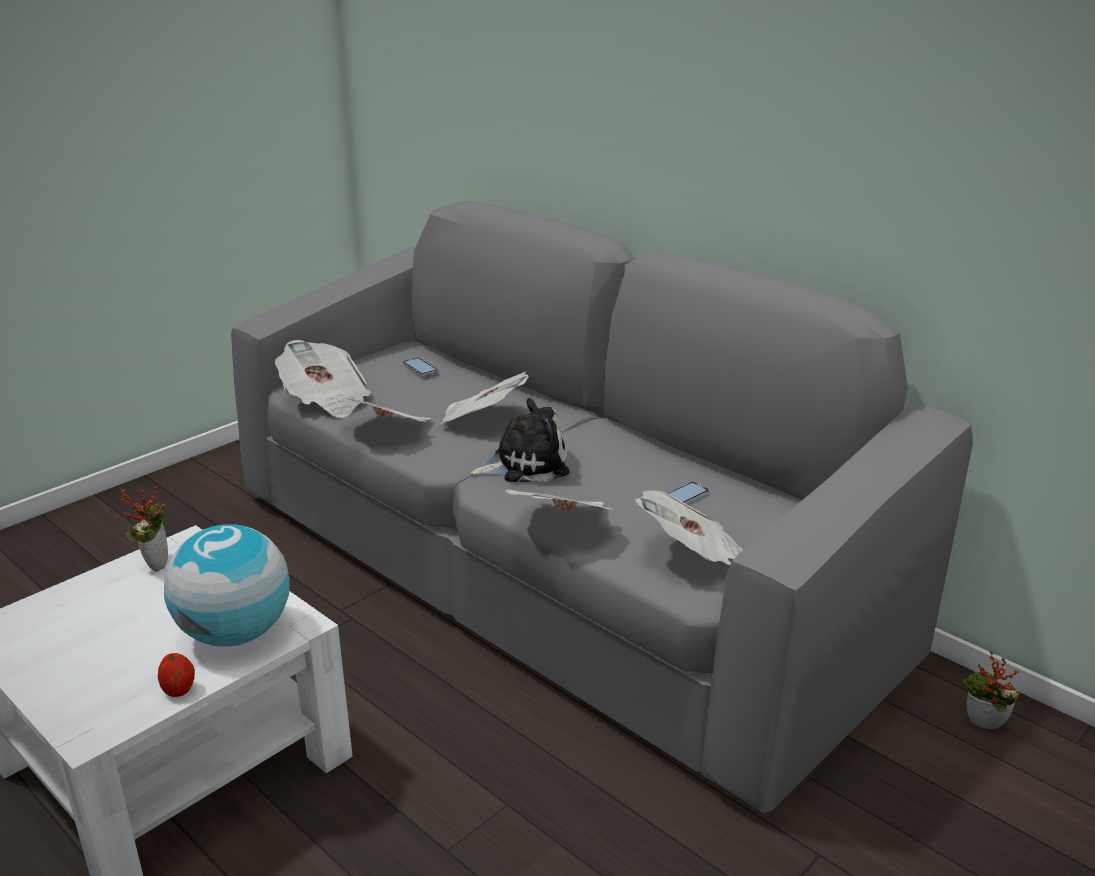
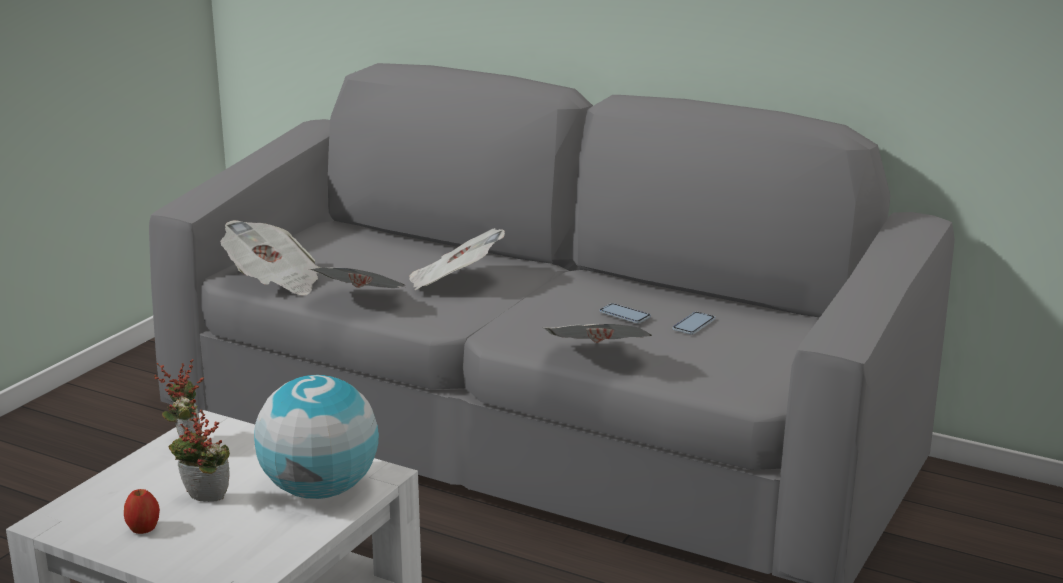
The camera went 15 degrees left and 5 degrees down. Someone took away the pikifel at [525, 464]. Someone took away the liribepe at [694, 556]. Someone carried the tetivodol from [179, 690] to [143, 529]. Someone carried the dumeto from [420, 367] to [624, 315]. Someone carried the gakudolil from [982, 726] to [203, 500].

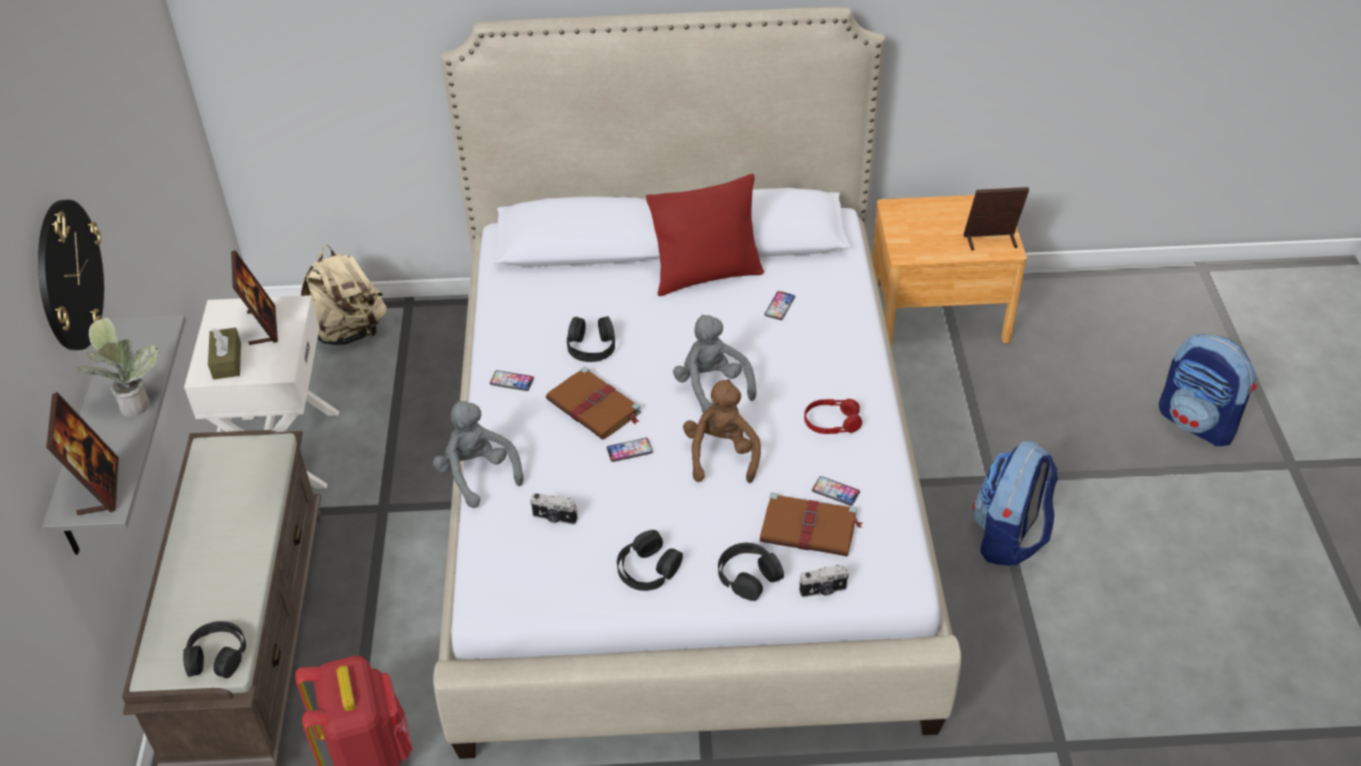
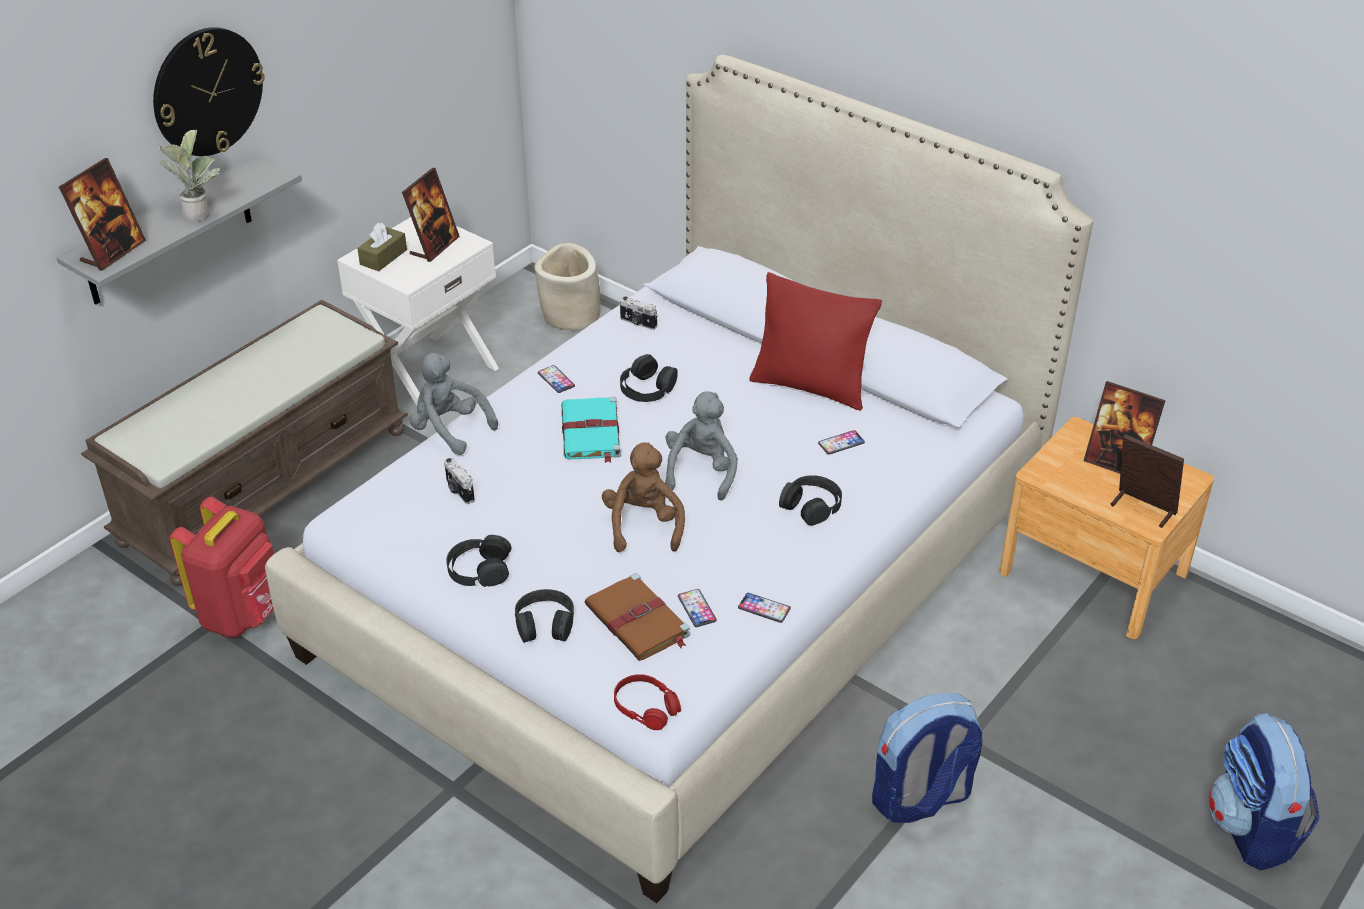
The camera went 40 degrees right and 5 degrees down. Someone put down the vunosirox at [1116, 463]. Someone carried the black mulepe from [217, 656] to [811, 506]. Someone carried the dumeto from [629, 450] to [764, 608]. Someone carried the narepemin from [823, 591] to [638, 323]. Someone carried the red mulepe from [832, 423] to [646, 708]. Someone swapped the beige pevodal at [348, 332] for the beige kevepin at [570, 315]. Someone repainted the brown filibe at [595, 407], which became the turquoise filibe at [591, 433]. Someone rotated the grey pikifel at [477, 474] by 60 degrees counterclockwise. Someone rotated the brown pikifel at [722, 454] by 45 degrees counterclockwise.

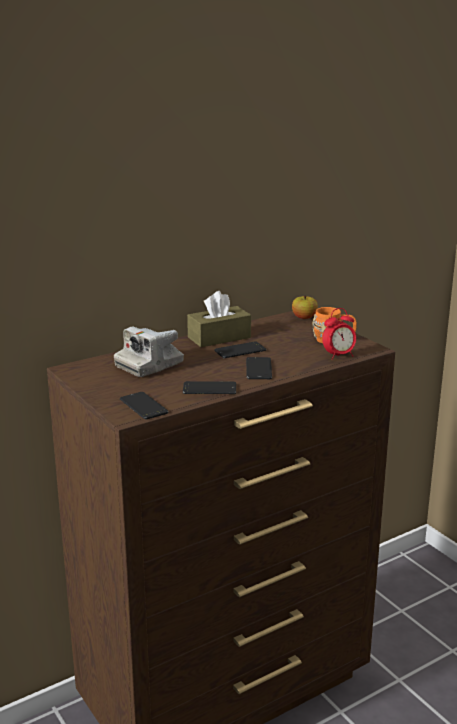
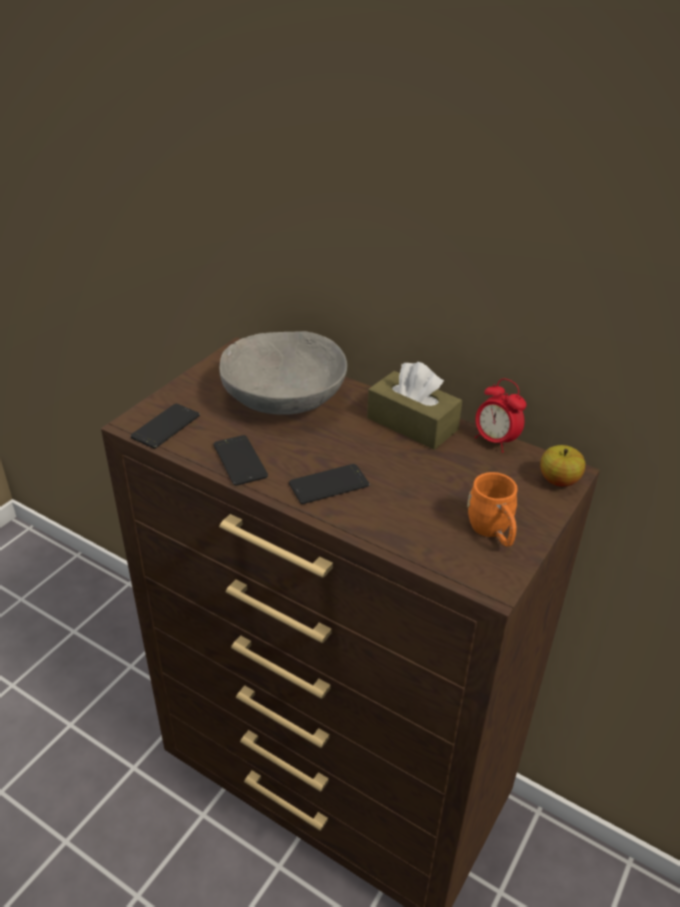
The camera went 65 degrees right and 15 degrees up. Someone took away the dumeto at [240, 351]. Someone carried the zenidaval from [338, 356] to [495, 441]. Someone swapped the narepemin at [149, 365] for the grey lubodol at [284, 397].

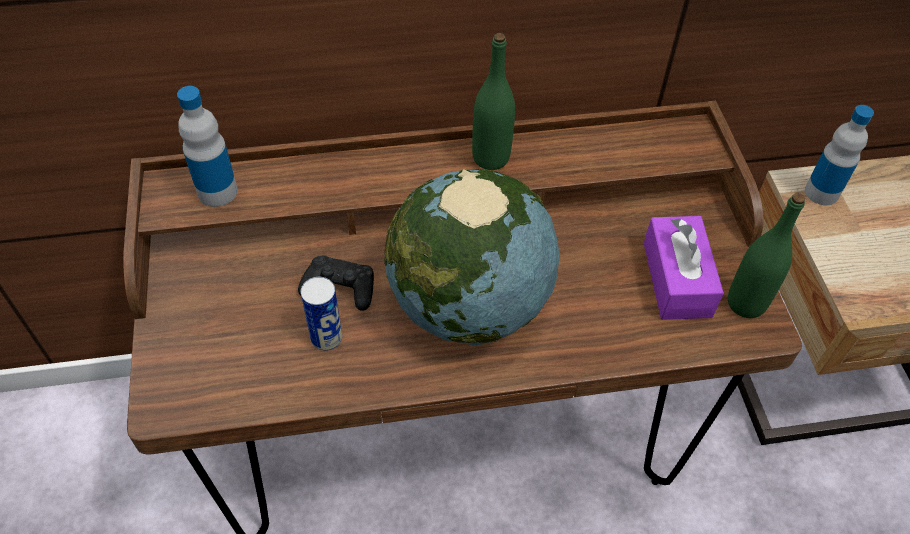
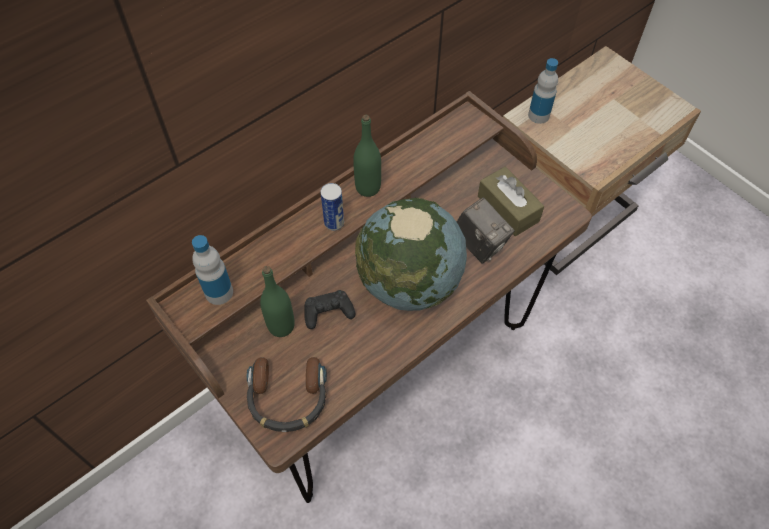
The camera went 30 degrees left and 5 degrees up. Someone put down the mulepe at [287, 398]. Someone put down the narepemin at [479, 244]. Someone carried the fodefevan from [326, 338] to [334, 223]. Someone carried the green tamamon from [746, 303] to [281, 326]. Someone repainted the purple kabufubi at [676, 279], which became the brown kabufubi at [508, 209].

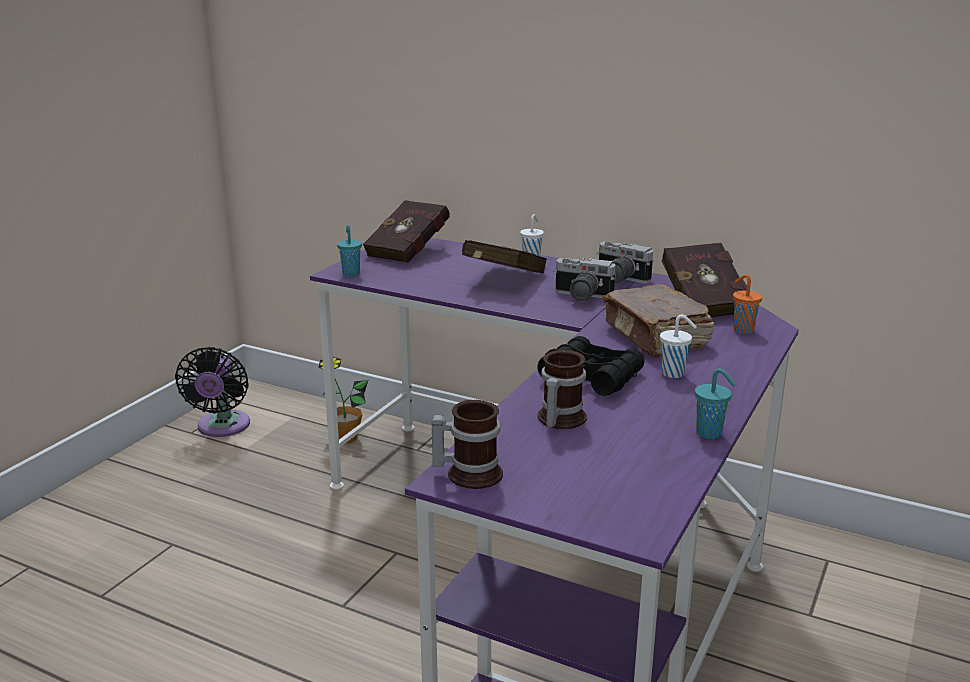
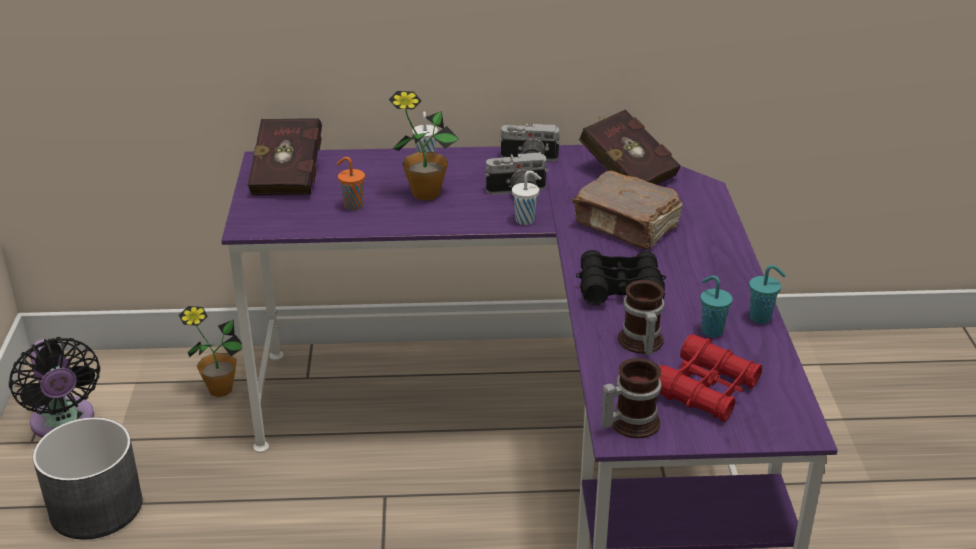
The camera went 30 degrees left and 10 degrees up. Someone put down the grey kevepin at [97, 507]. Someone put down the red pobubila at [706, 389]. Someone carried the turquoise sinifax from [351, 273] to [711, 330]. Someone carried the white sinifax from [674, 374] to [526, 220]. Someone carried the orange sinifax from [742, 329] to [352, 206]. Someone swapped the red filibe at [502, 281] for the gakudolil at [425, 194].

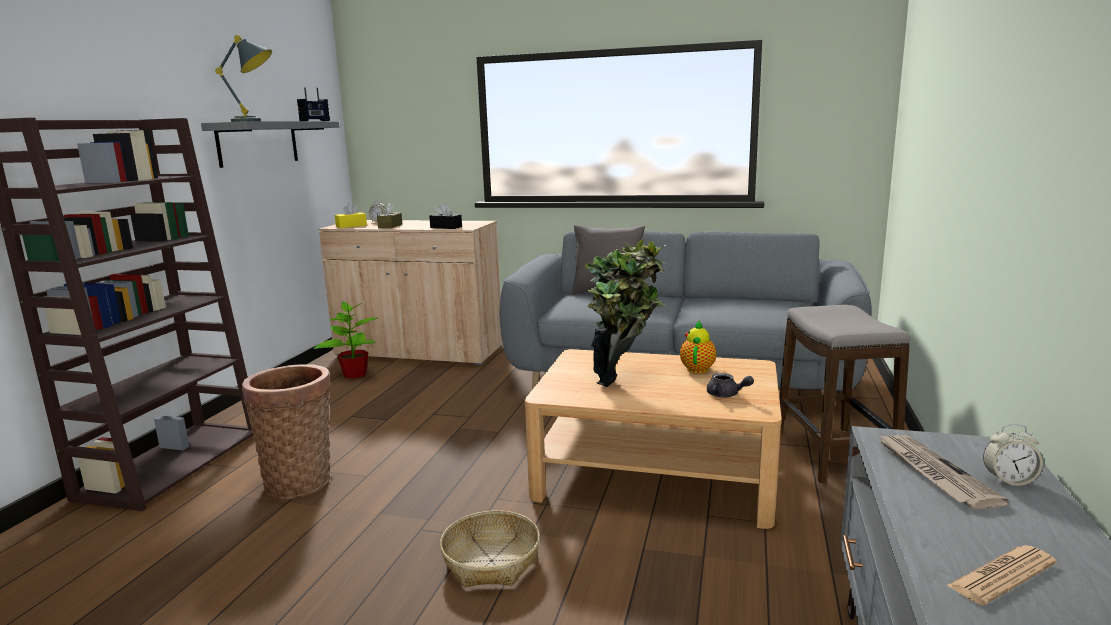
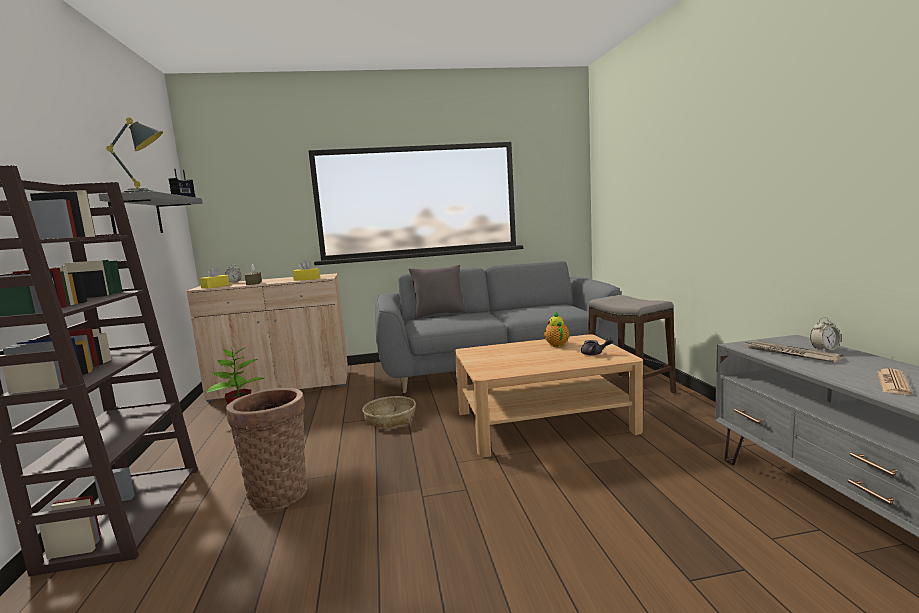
The camera went 25 degrees left and 5 degrees down. Someone took away the gakudolil at [624, 378]. Someone carried the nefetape from [491, 561] to [390, 419]. Someone repainted the black kabufubi at [446, 227], which became the yellow kabufubi at [306, 279].

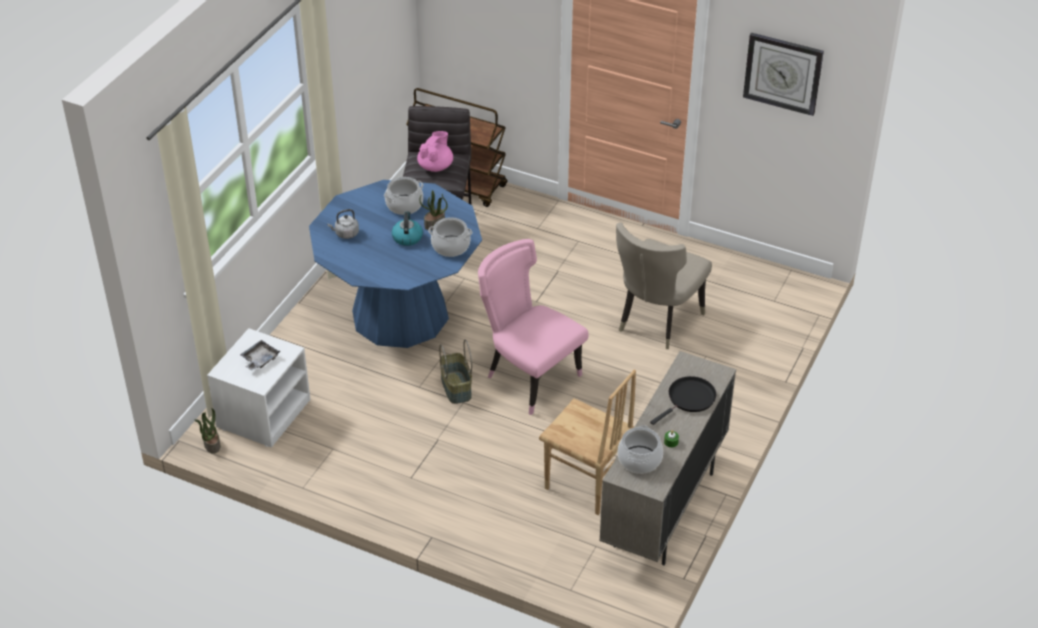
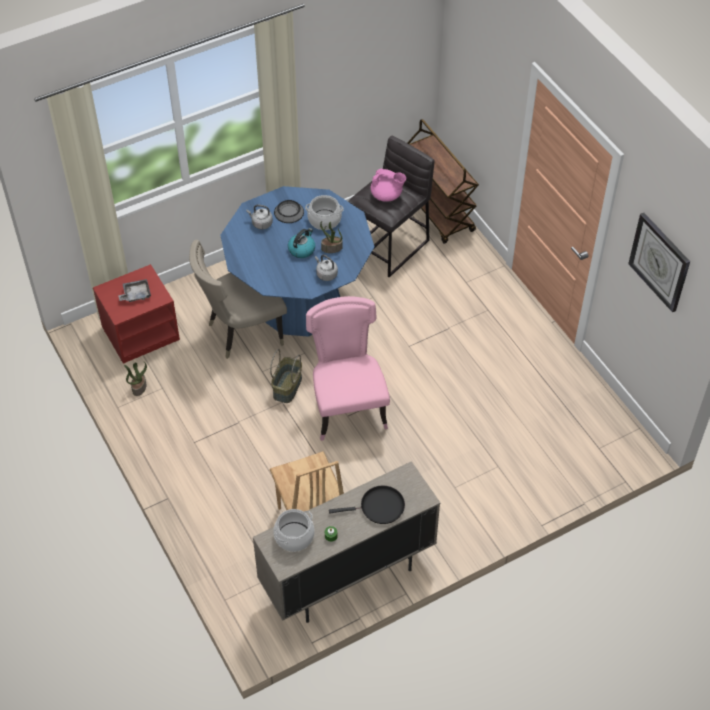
The camera went 35 degrees right and 10 degrees up. Someone put down the lubodol at [289, 212]. Someone carried the gakudolil from [211, 444] to [139, 387]. Someone carried the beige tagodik from [656, 322] to [242, 332]. Someone swapped the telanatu at [450, 246] for the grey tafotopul at [326, 274]. Someone repainted the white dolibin at [263, 413], which became the red dolibin at [141, 333]. Someone rotated the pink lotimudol at [436, 166] by 45 degrees clockwise.

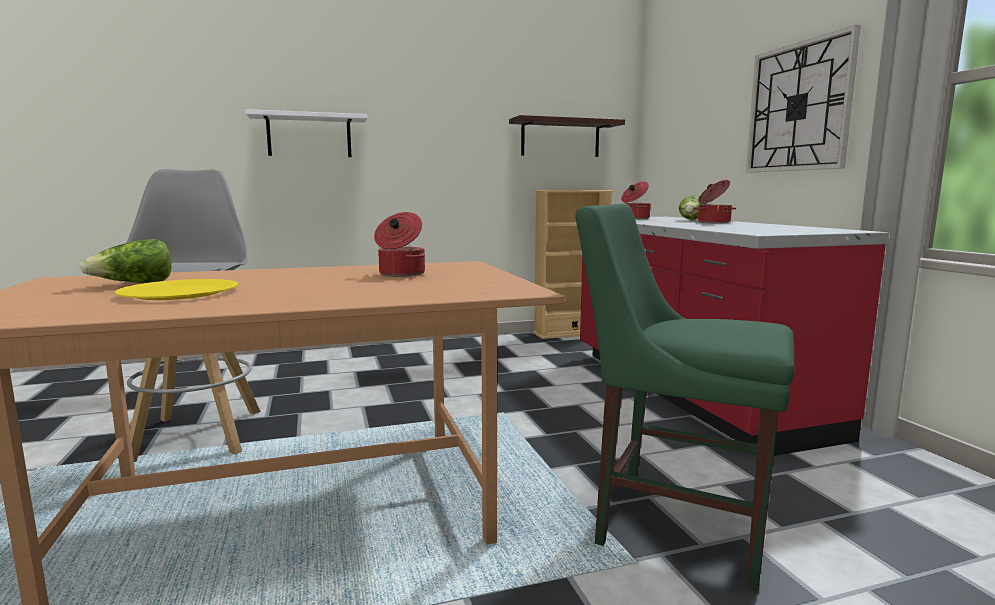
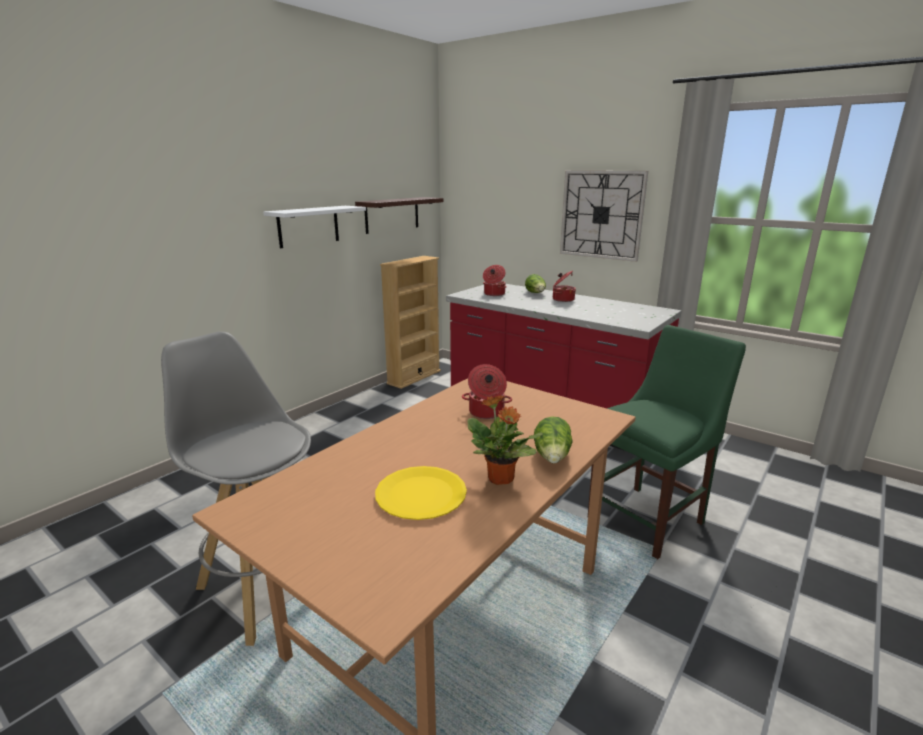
The camera went 35 degrees left and 10 degrees up. Someone put down the gakudolil at [501, 479]. Someone carried the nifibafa from [134, 284] to [552, 457]. Someone carried the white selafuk from [309, 136] to [308, 226]. Someone rotated the green tagodik at [672, 524] by 150 degrees clockwise.

